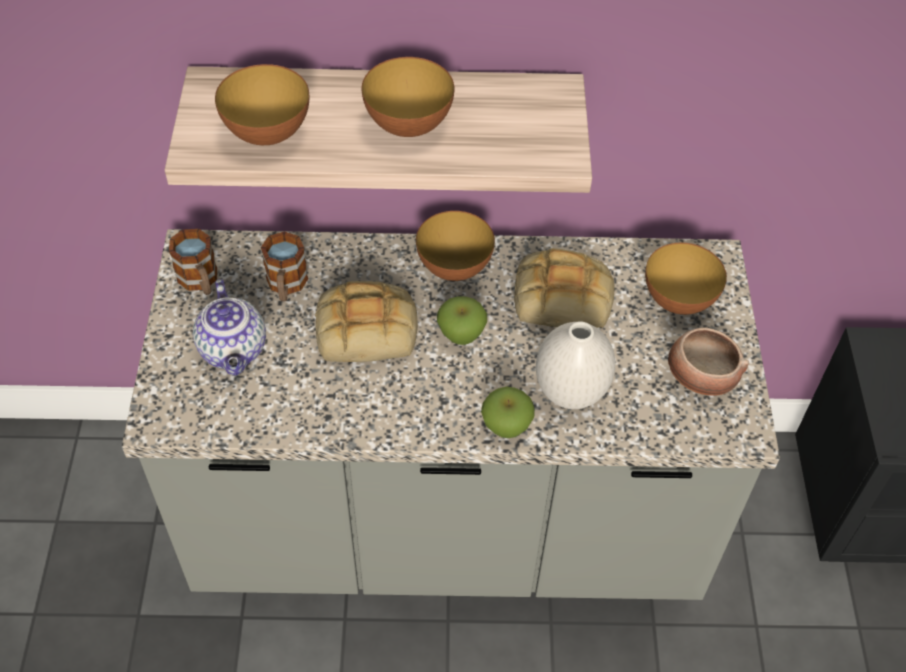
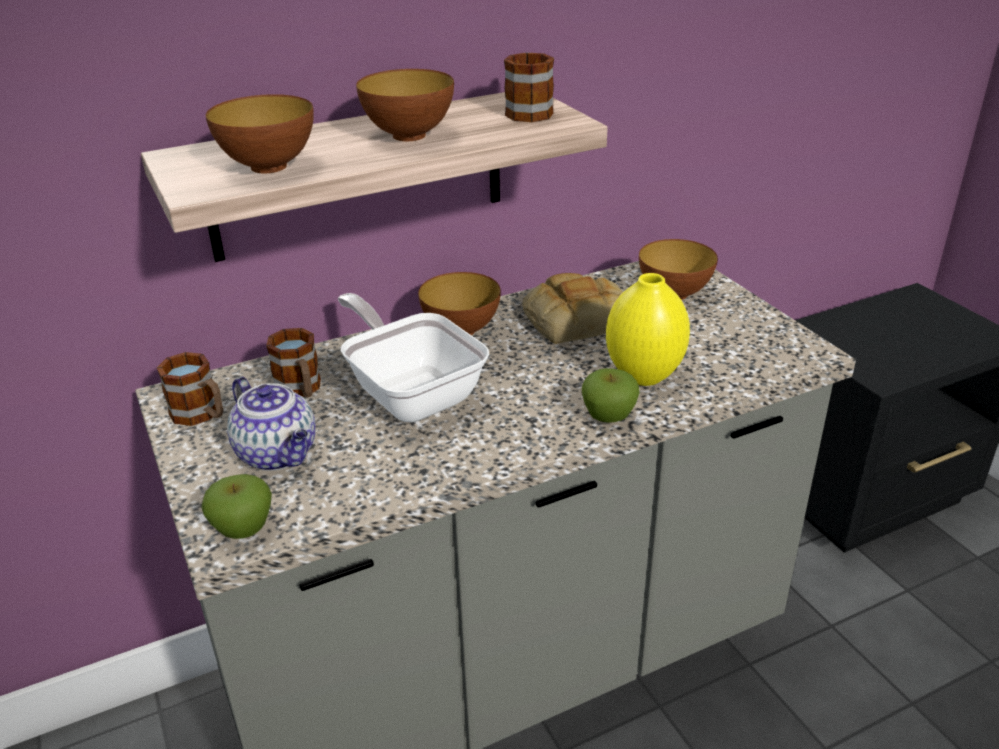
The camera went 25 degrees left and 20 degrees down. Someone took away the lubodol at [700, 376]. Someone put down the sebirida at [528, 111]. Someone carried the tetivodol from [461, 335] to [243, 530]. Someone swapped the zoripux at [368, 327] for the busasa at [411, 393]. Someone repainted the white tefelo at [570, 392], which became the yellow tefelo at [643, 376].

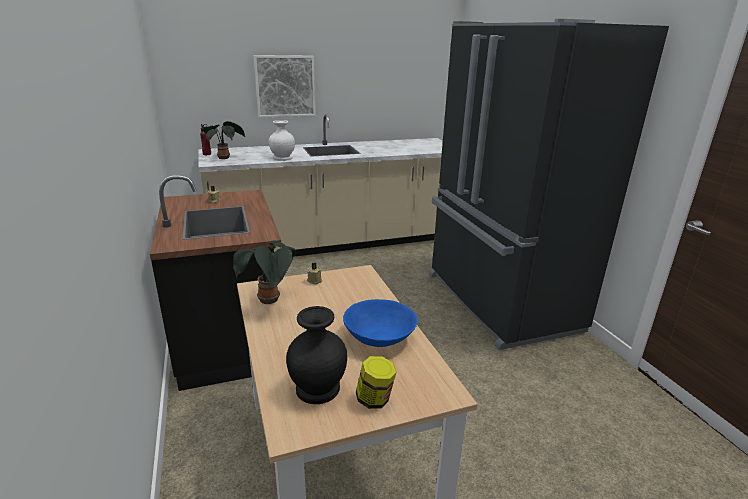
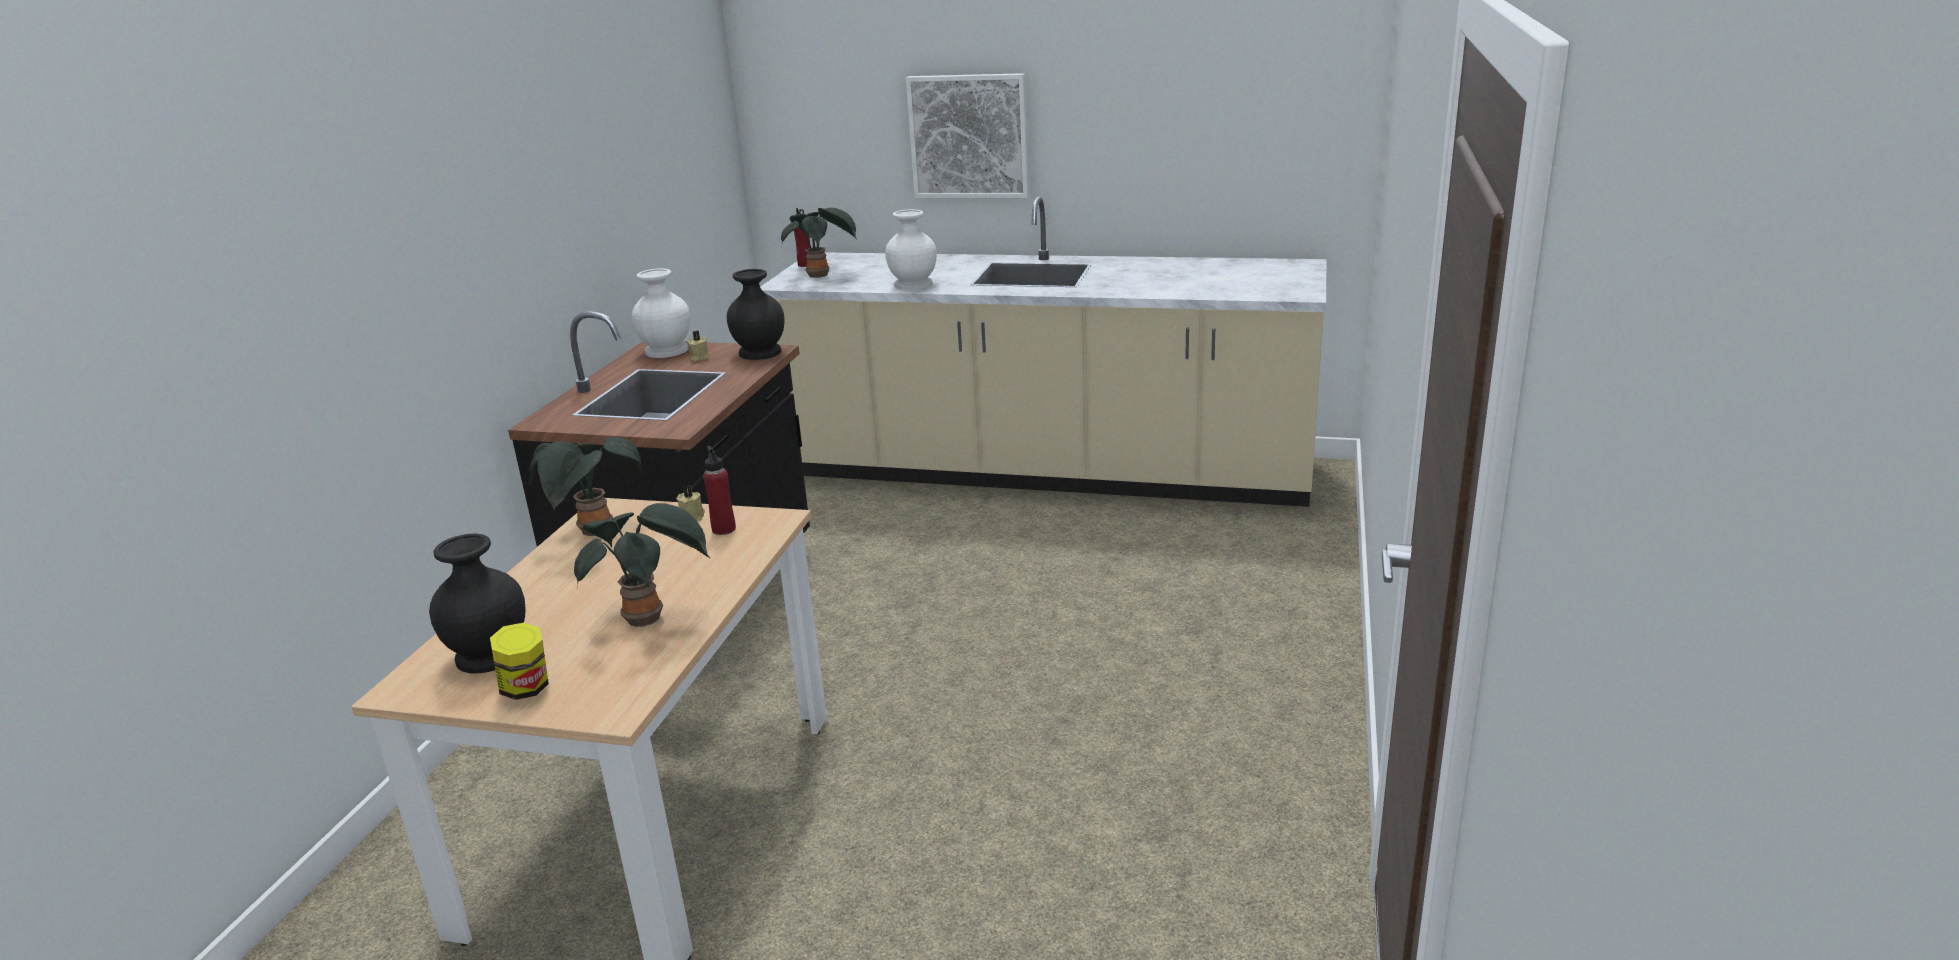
The camera went 35 degrees right and 0 degrees up. Someone took away the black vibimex at [498, 302]. Someone put down the white tefelo at [668, 350]. Someone put down the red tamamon at [724, 529]. Someone put down the black tefelo at [760, 353]. Someone swapped the blue lubodol at [379, 337] for the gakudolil at [649, 618].

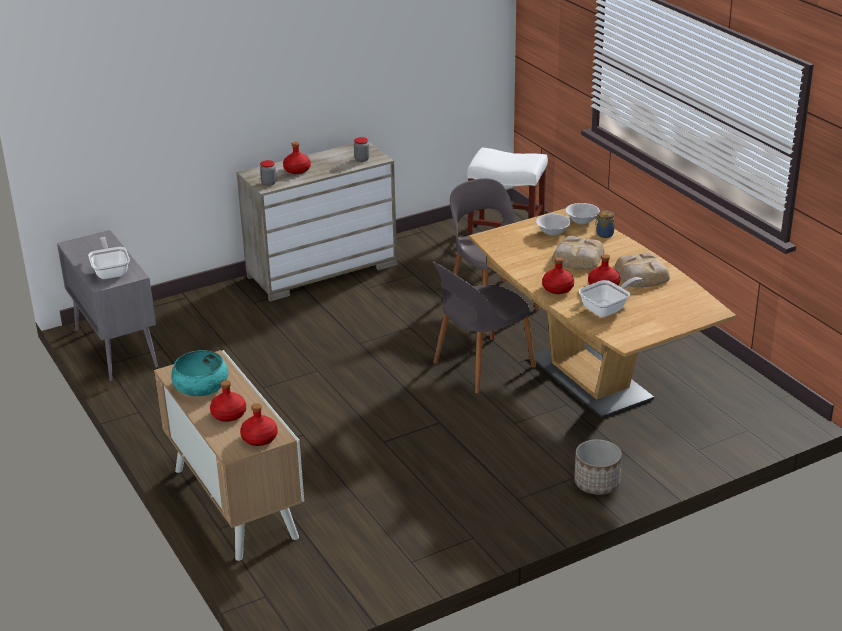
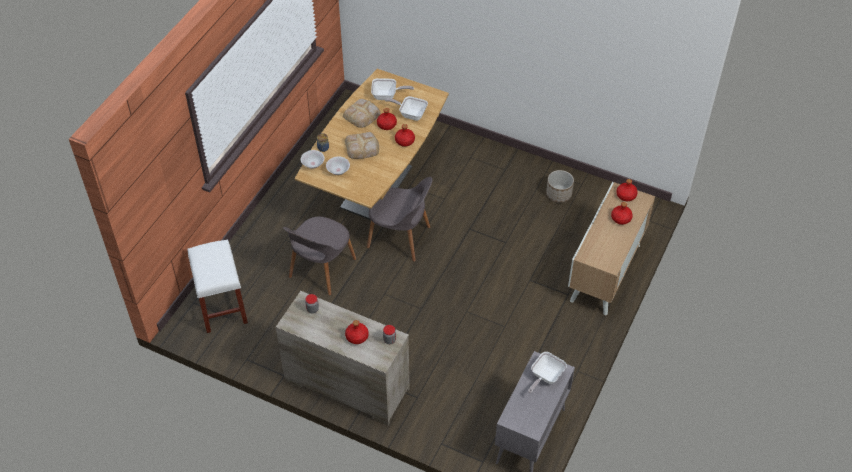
The camera went 125 degrees left and 20 degrees up. Someone took away the turquoise lubodol at [201, 386]. Someone put down the busasa at [387, 96]. Someone carried the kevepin from [596, 483] to [558, 194].

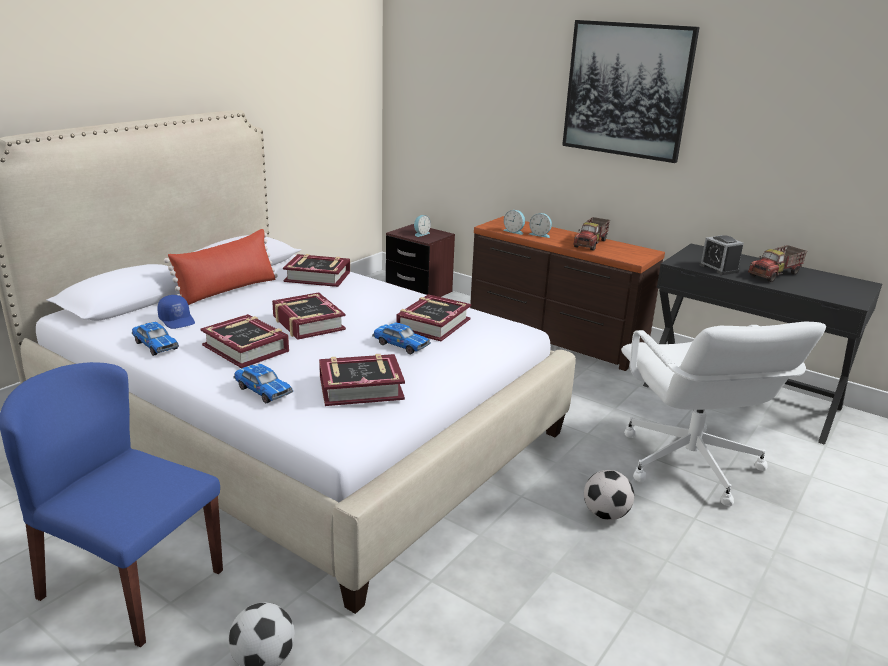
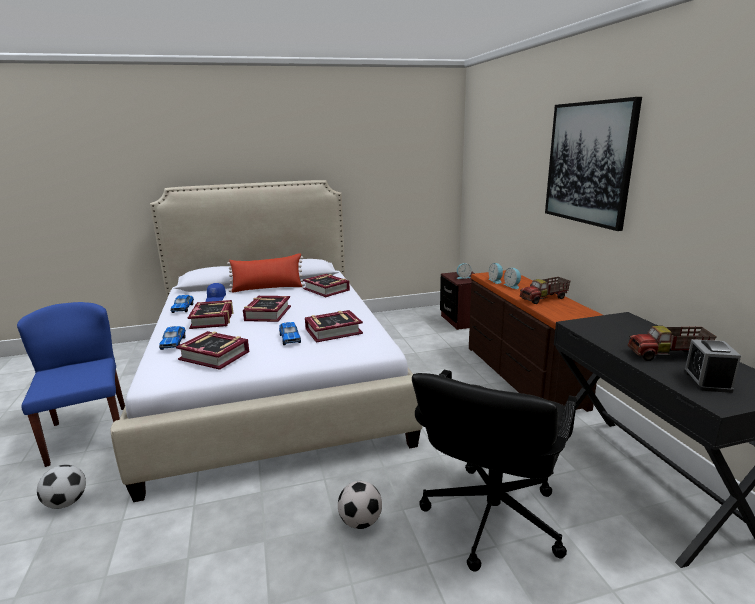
The camera went 40 degrees right and 5 degrees down. Someone carried the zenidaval from [718, 268] to [707, 381]. Someone repainted the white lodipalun at [689, 465], which became the black lodipalun at [490, 517].

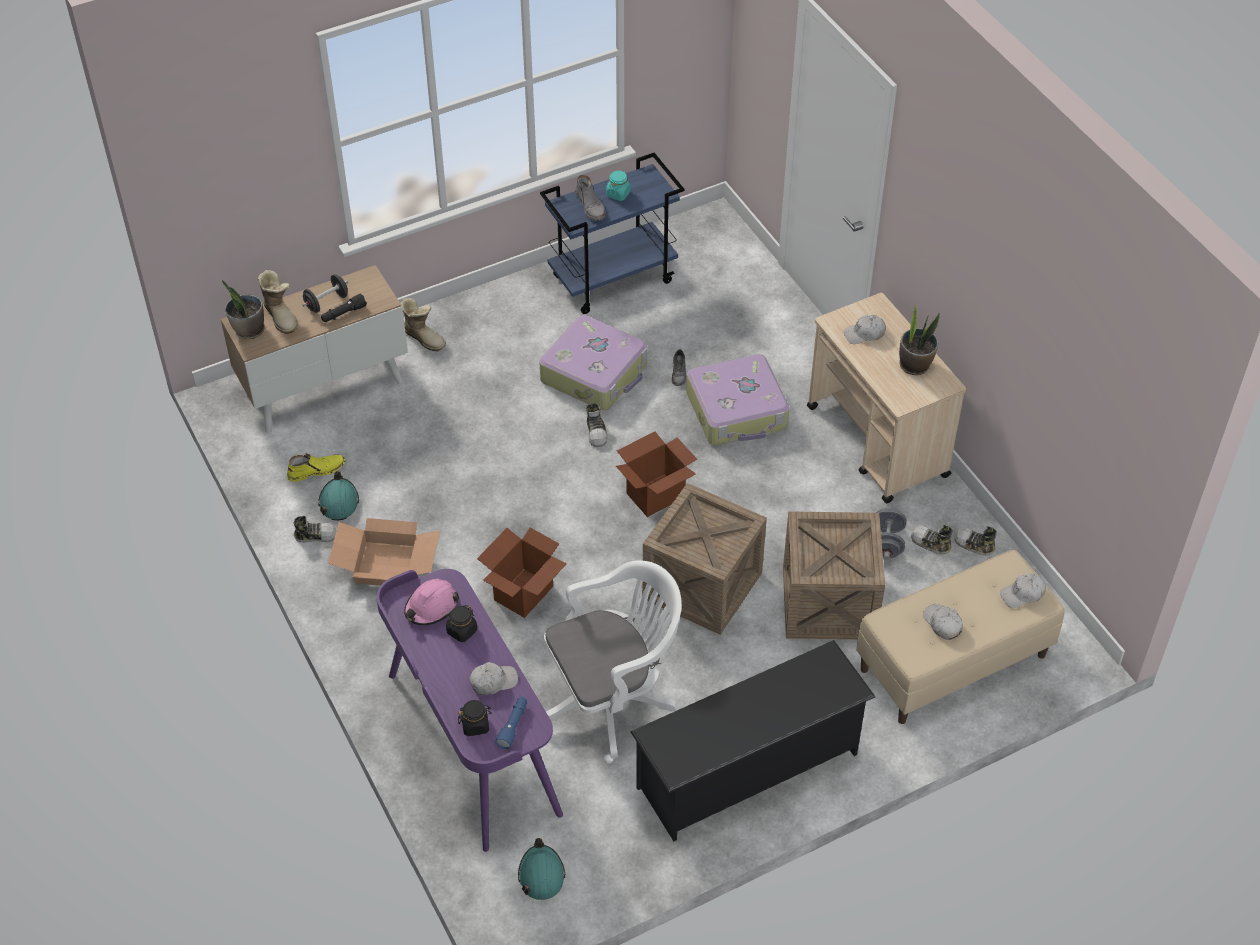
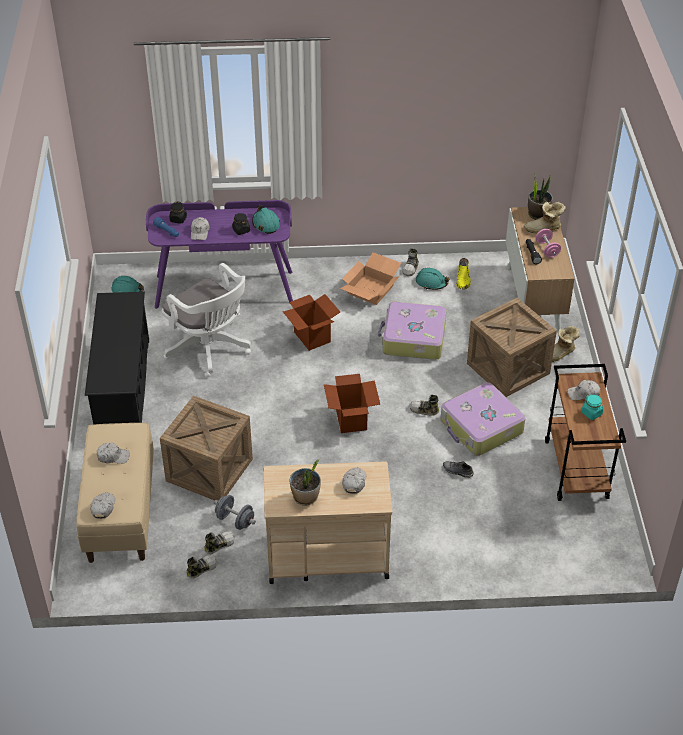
The camera went 115 degrees right and 5 degrees down. Someone carried the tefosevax from [702, 585] to [508, 368]. Someone carried the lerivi from [737, 411] to [413, 339]. Someone swapped the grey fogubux at [591, 206] for the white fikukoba at [583, 394]. Someone repainted the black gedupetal at [326, 302], which became the pink gedupetal at [547, 249]. Someone repainted the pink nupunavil at [431, 607], which became the turquoise nupunavil at [266, 224]. Someone repainted the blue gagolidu at [613, 278], which became the brown gagolidu at [577, 470]. Someone rotated the white lodipalun at [613, 701] by 45 degrees counterclockwise.

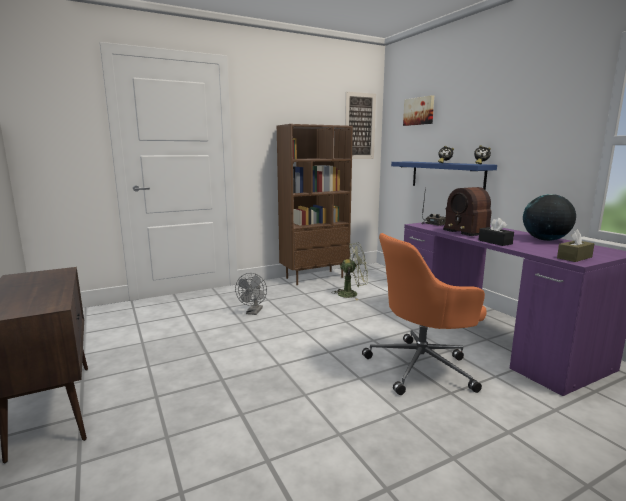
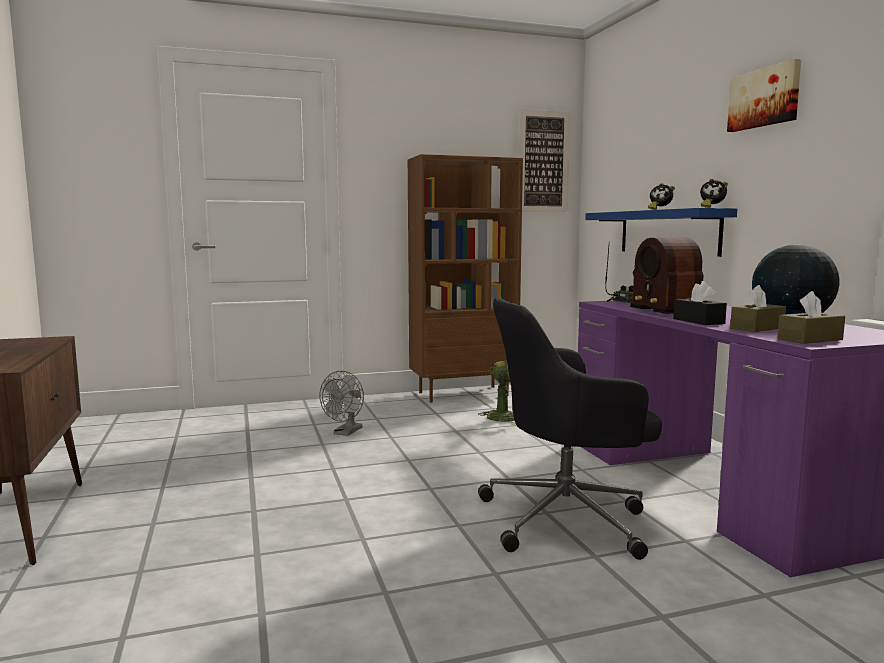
The camera went 10 degrees right and 5 degrees down. Someone put down the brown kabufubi at [757, 328]. Someone carried the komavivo from [419, 111] to [764, 98]. Someone repainted the orange lodipalun at [422, 367], which became the black lodipalun at [568, 518].

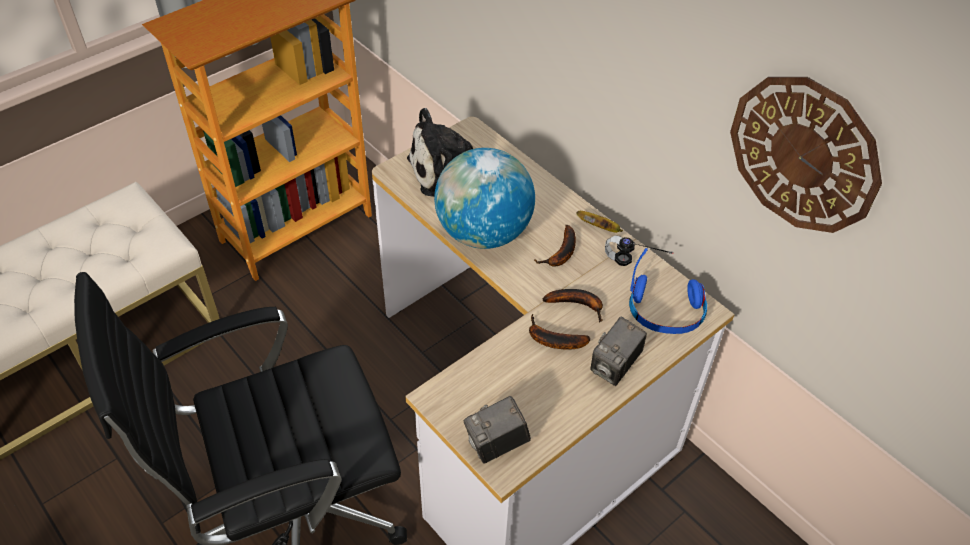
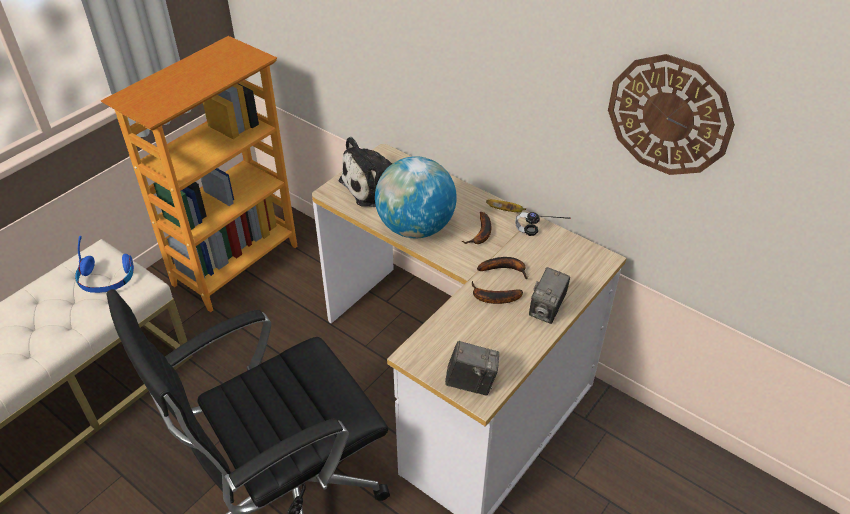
The camera went 10 degrees left and 5 degrees down. Someone carried the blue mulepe from [665, 311] to [107, 279]. Someone rotated the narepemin at [496, 445] by 135 degrees counterclockwise.

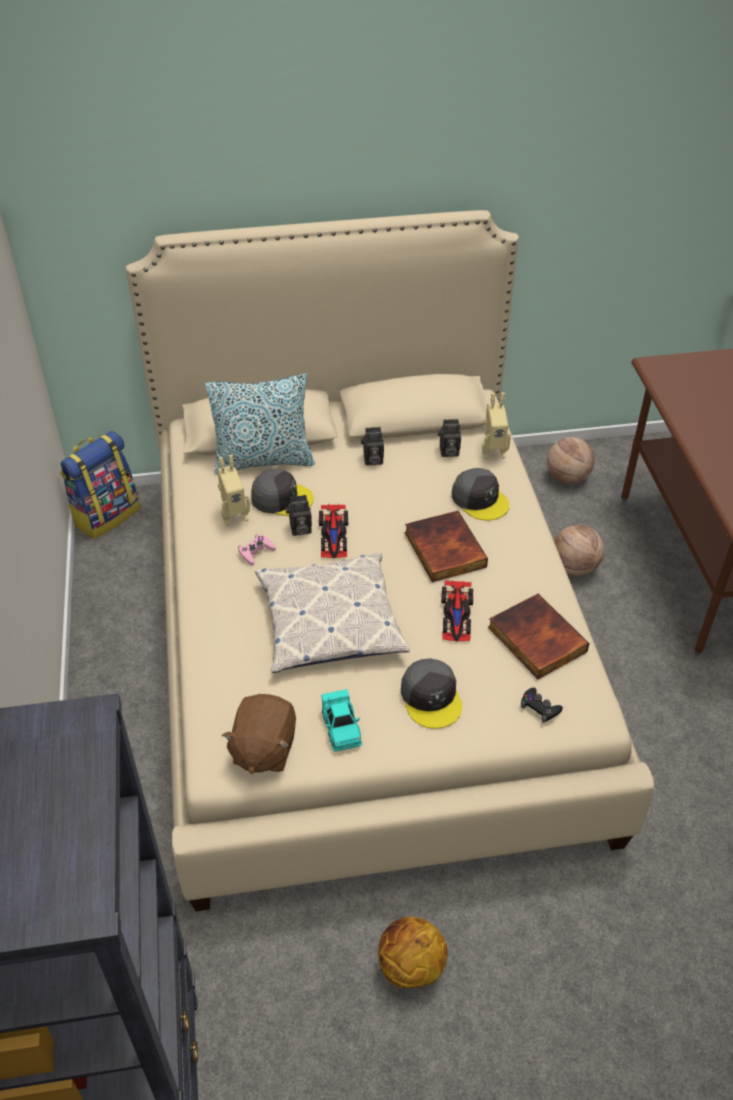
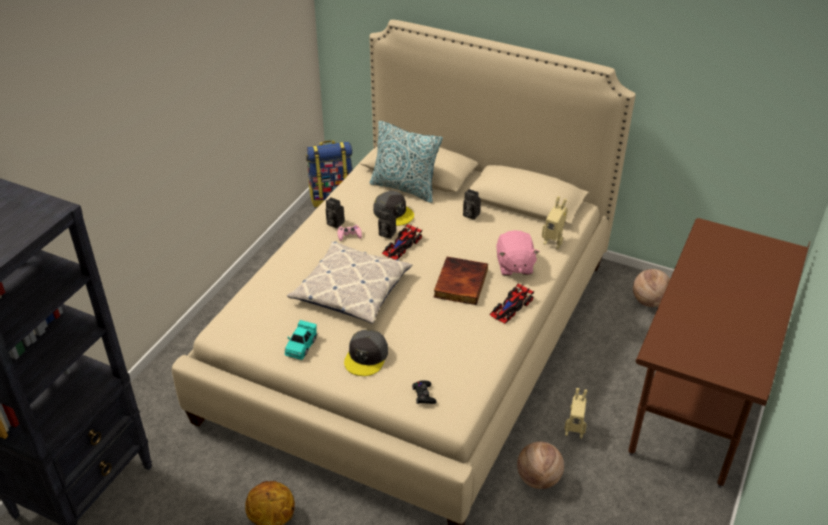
The camera went 35 degrees right and 5 degrees down. Someone took away the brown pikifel at [263, 749]. Someone took away the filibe at [535, 639]. Someone carried the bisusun from [234, 516] to [574, 430]. Someone carried the narepemin from [448, 452] to [334, 223]. Someone carried the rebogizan from [456, 615] to [511, 307]. Someone carried the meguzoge from [574, 567] to [538, 479]. Someone swapped the grey fikukoba at [480, 499] for the pink pikifel at [514, 266].

